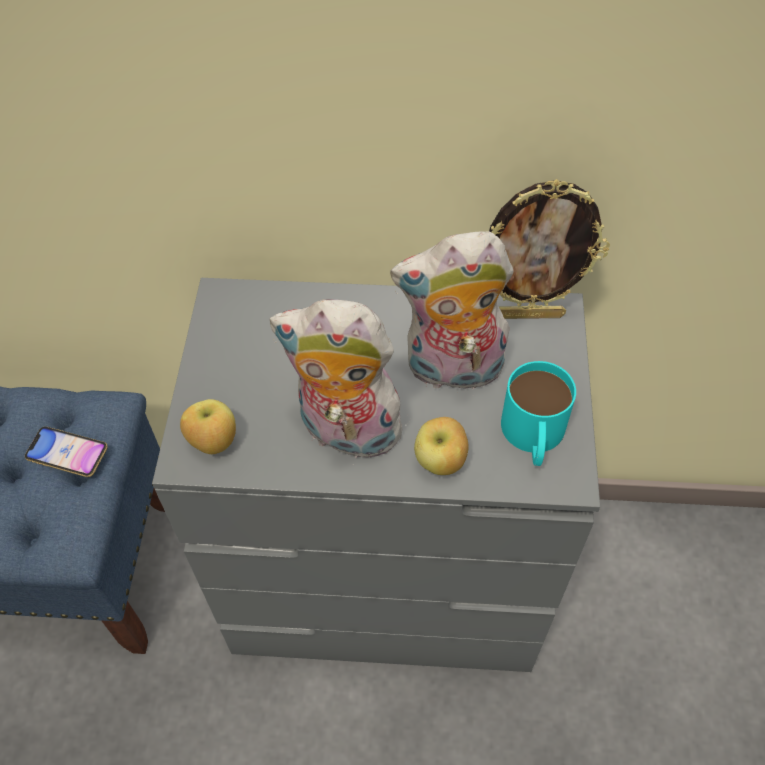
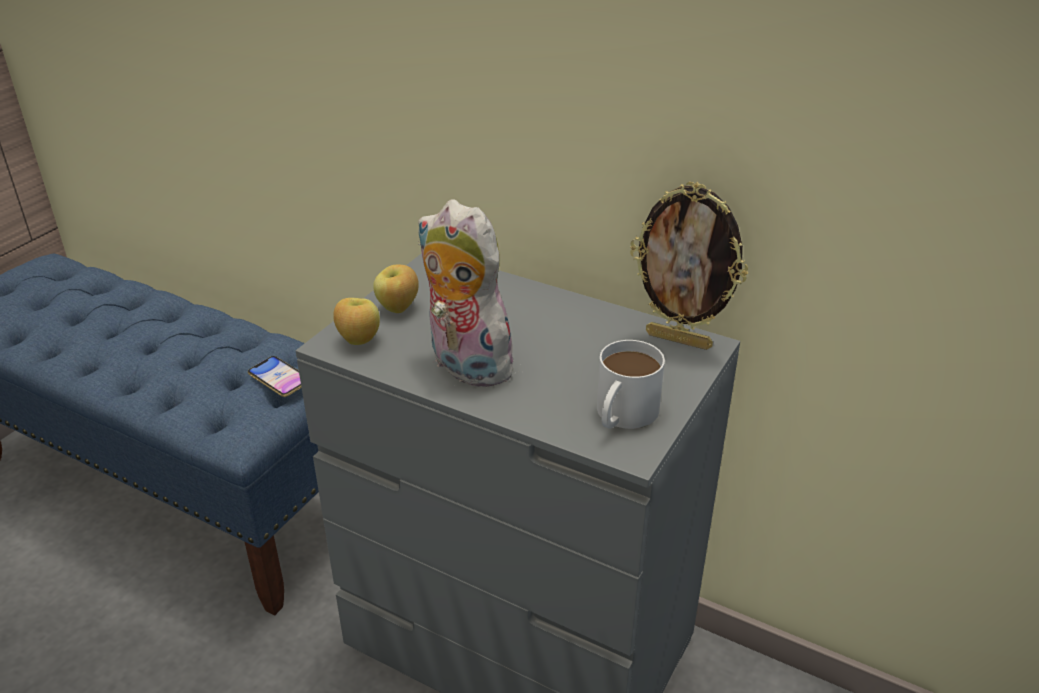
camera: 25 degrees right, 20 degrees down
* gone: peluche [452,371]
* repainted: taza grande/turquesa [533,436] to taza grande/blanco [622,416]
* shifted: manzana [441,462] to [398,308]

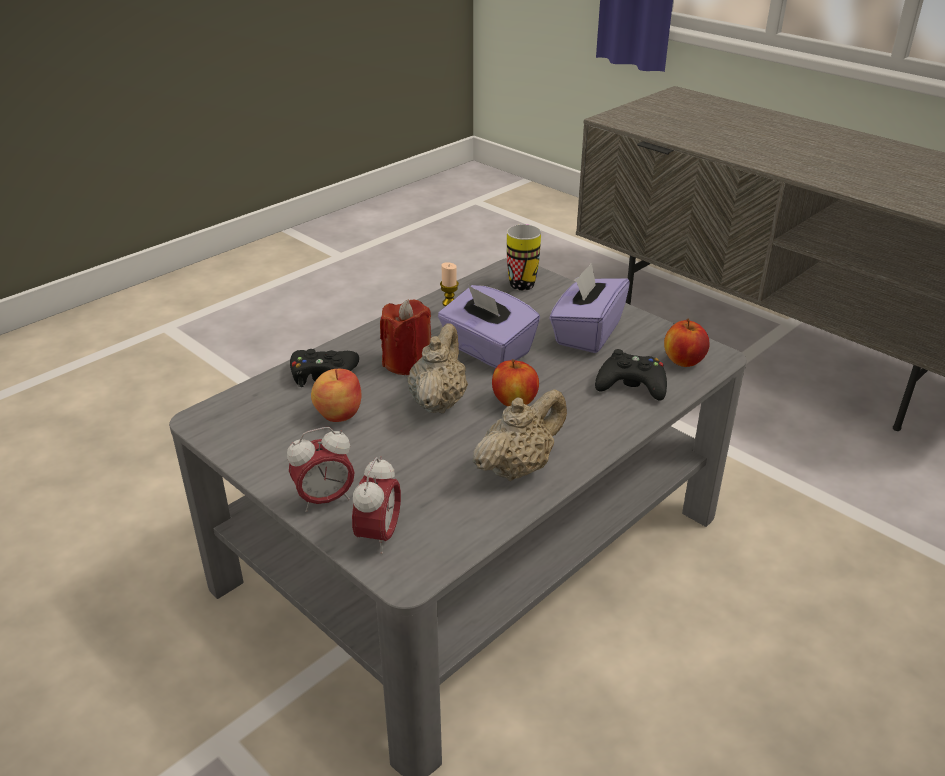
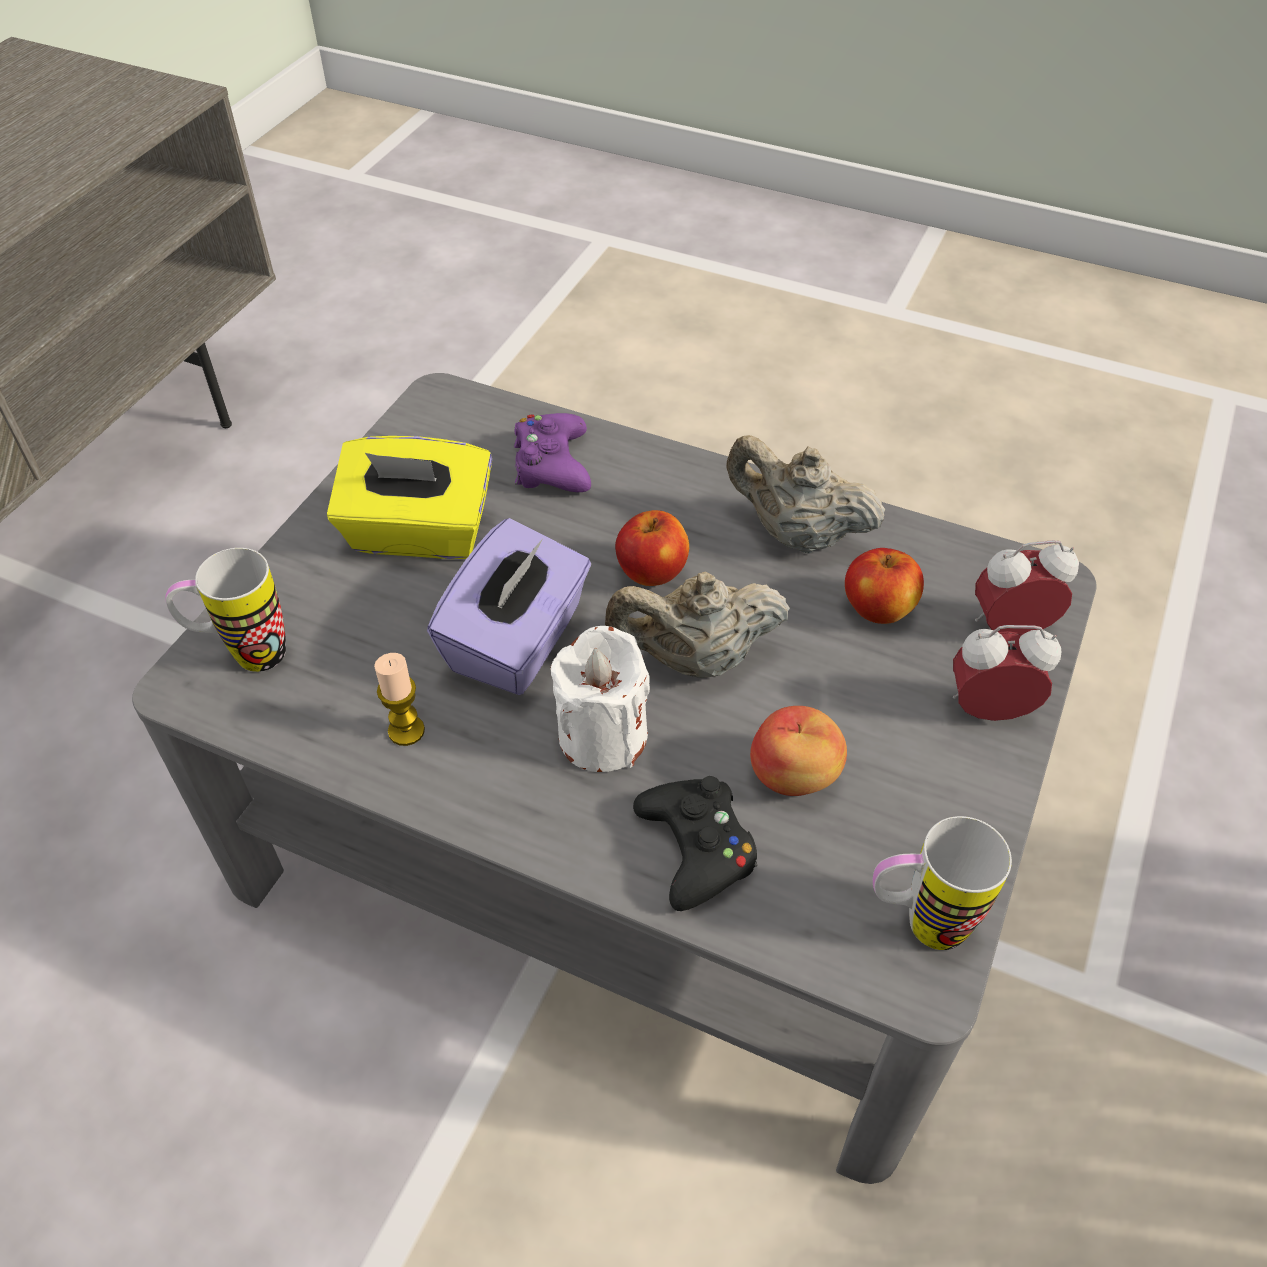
camera: 110 degrees left, 15 degrees up
* repainted: caja de pañuelos/morado [587,333] to caja de pañuelos/amarillo [418,534]
* repainted: vela/rojo [408,363] to vela/blanco [602,735]
* shifted: manzana [683,361] to [878,609]
* repainted: mando de consola/negro [631,385] to mando de consola/morado [552,464]
* rotated: despertador [325,500] = [988,710] 45 degrees counterclockwise
* new: taza grande [918,924]

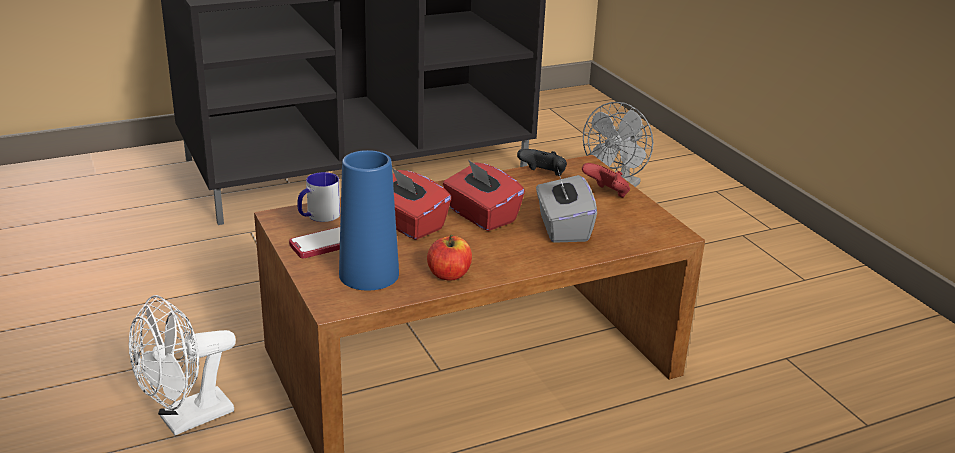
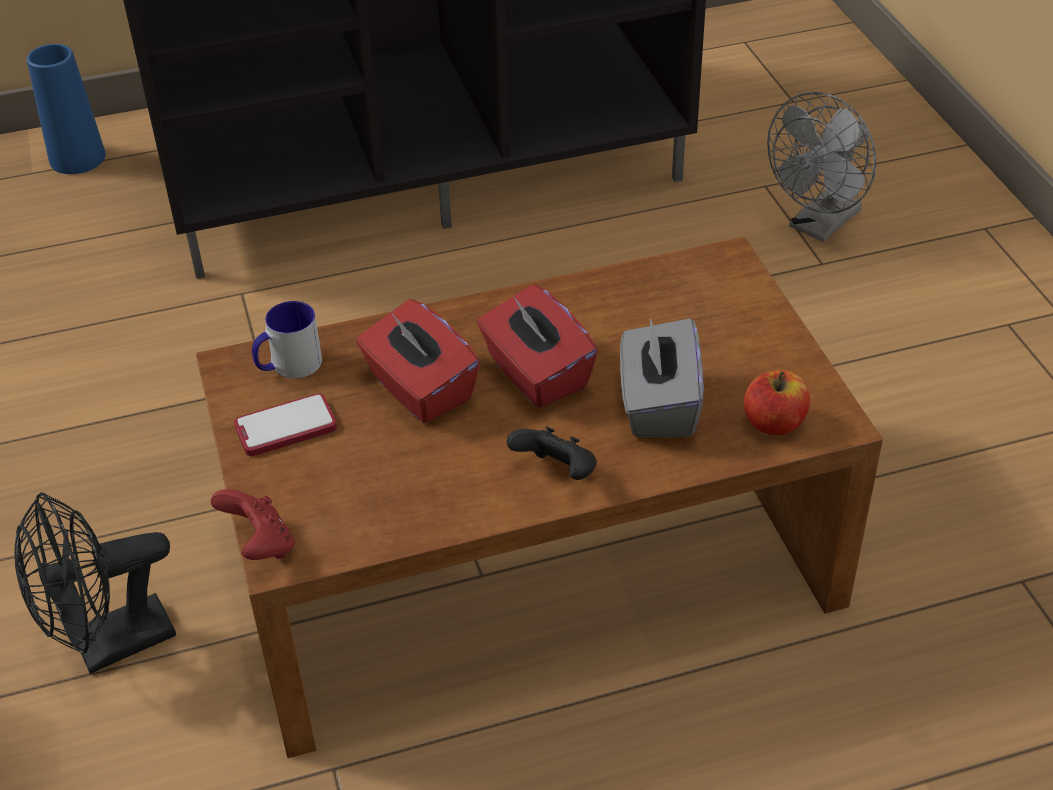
camera: 10 degrees right, 15 degrees up
* shifted: mando de consola/negro [543,175] to [557,473]
* shifted: florero/azul [369,274] to [77,158]
* shifted: mando de consola/rojo [606,194] to [260,545]
* shifted: manzana [449,274] to [774,423]
* repainted: ventilador/blanco [186,420] to ventilador/negro [110,646]

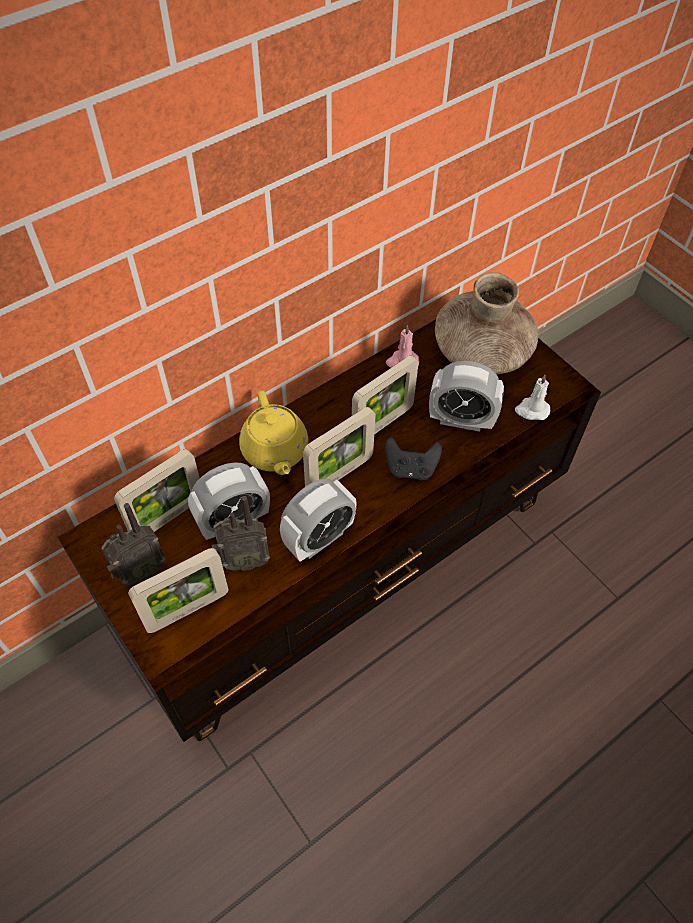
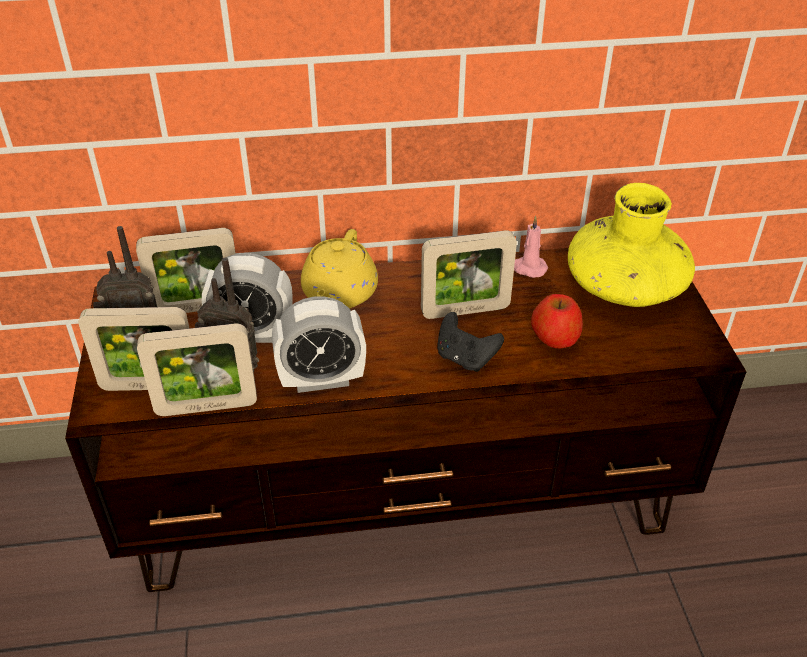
camera: 30 degrees right, 15 degrees down
* repainted: florero/marrón [482,351] to florero/amarillo [624,287]
* swapped: despertador [461,419] to manzana [555,337]
* gone: vela/blanco [531,410]
* shifted: portarretratos [339,474] to [206,407]

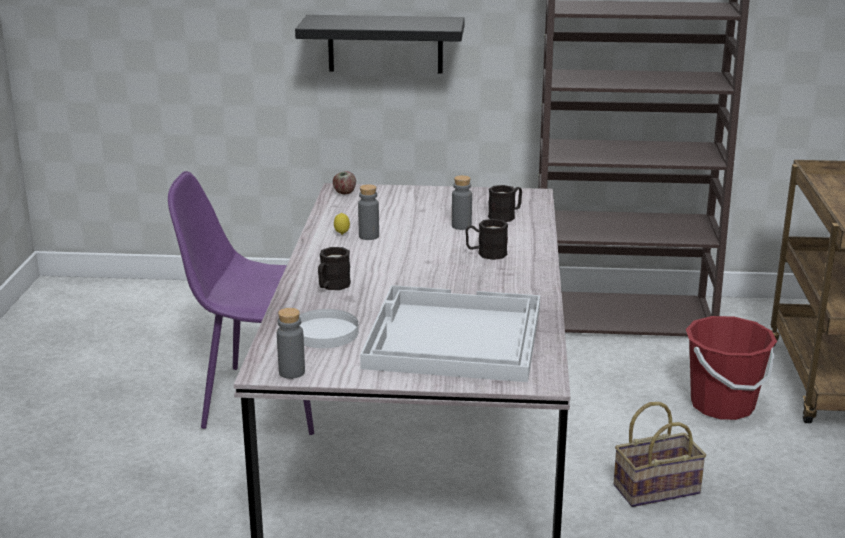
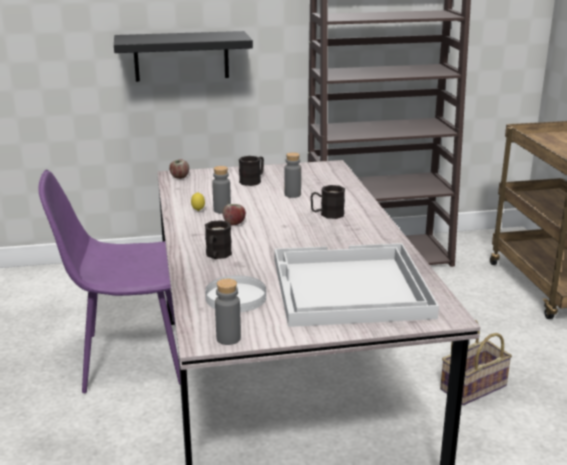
camera: 15 degrees left, 0 degrees up
* shifted: taza grande/negro [506,216] to [253,180]
* gone: cubo/rojo [722,405]
* new: manzana [234,223]

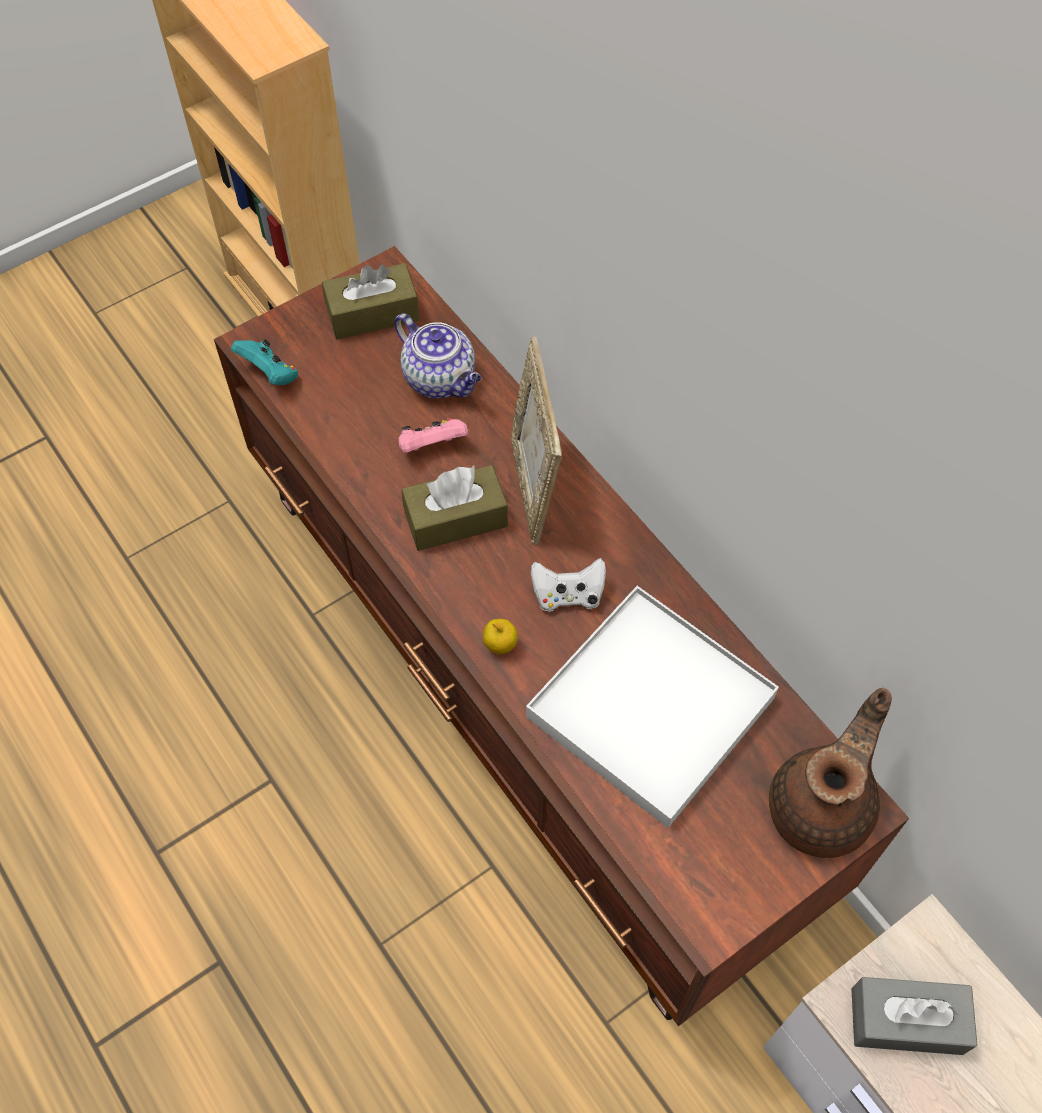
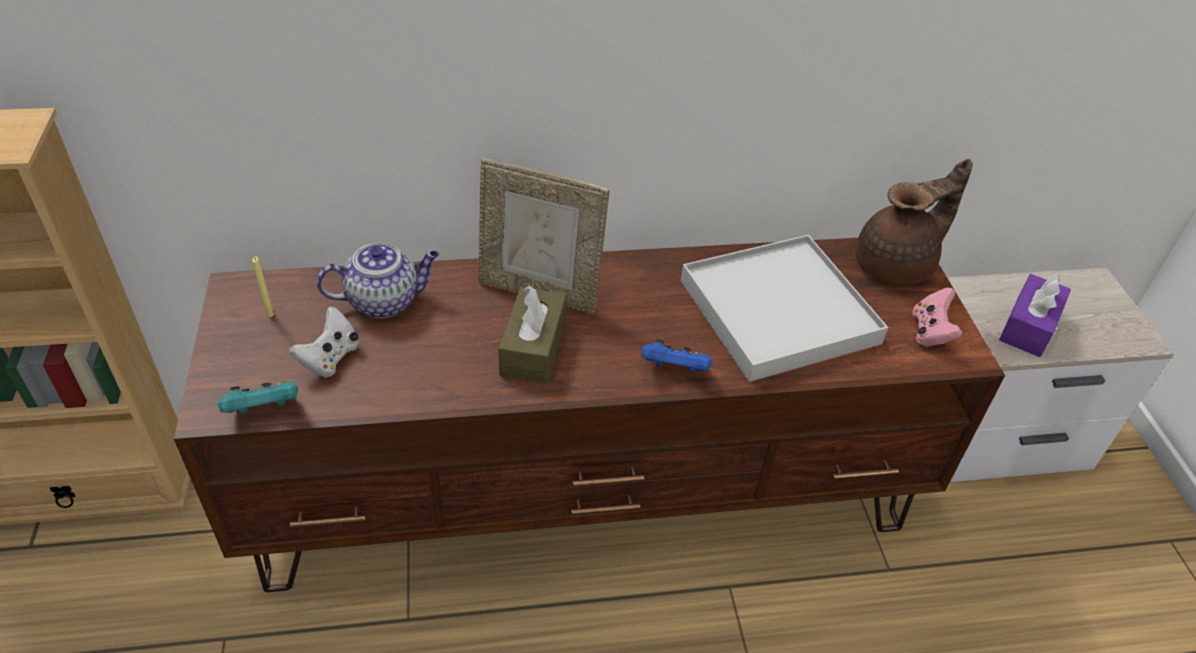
camera: 65 degrees left, 15 degrees down
* swapped: caja de pañuelos/marrón [372,313] to vela/amarillo [270,314]
* shifted: mando de consola/rosa [432,446] to [930,332]
* shifted: mando de consola/blanco [568,595] to [330,358]
* swapped: manzana [500,646] to mando de consola/azul [674,371]
* rotated: tetera/marrón [823,806] = [897,265] 90 degrees clockwise
* repainted: caja de pañuelos/gris [906,1020] to caja de pañuelos/morado [1028,326]

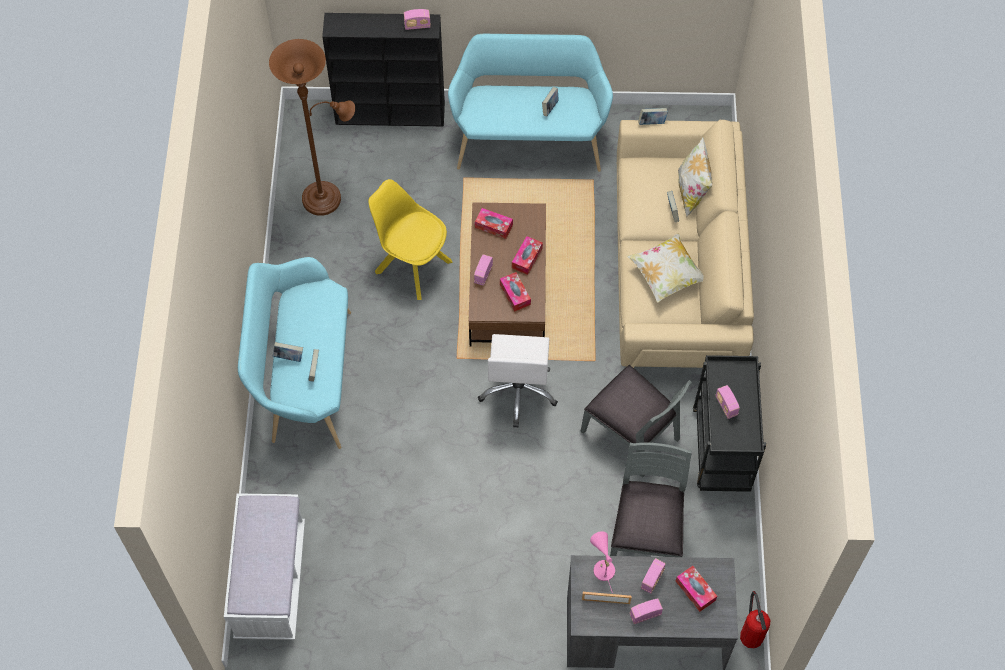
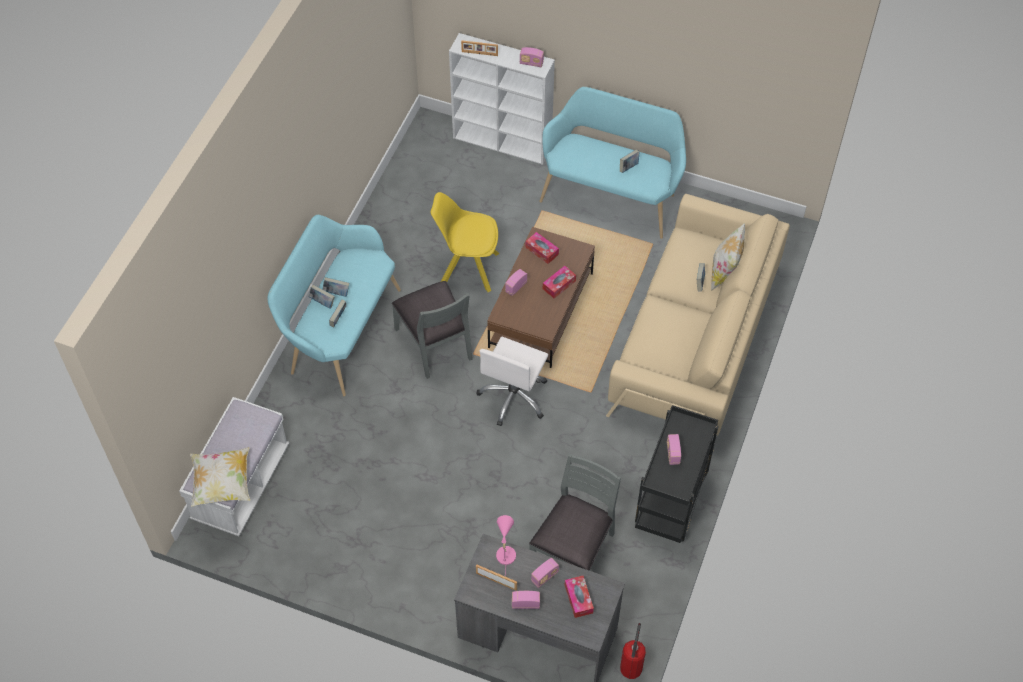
camera: 20 degrees right, 5 degrees down
* repainted: estantería/negro [391,113] to estantería/blanco [503,142]
* gone: lámpara de pie/marrón [326,197]
* shifted: libro [652,123] to [336,293]
* rotated: silla/amarillo [412,265] = [467,268] 45 degrees counterclockwise
* shifted: cojín [666,275] to [222,484]
* gone: caja de pañuelos [515,294]
* shifted: silla/gris [632,434] to [435,343]
* new: portarretratos [479,54]

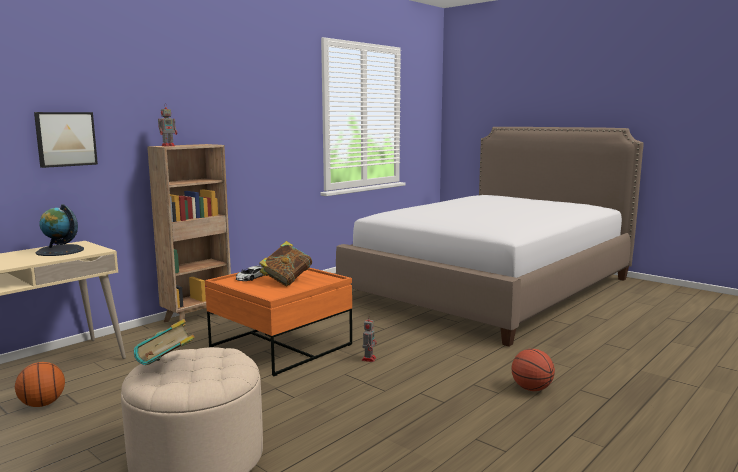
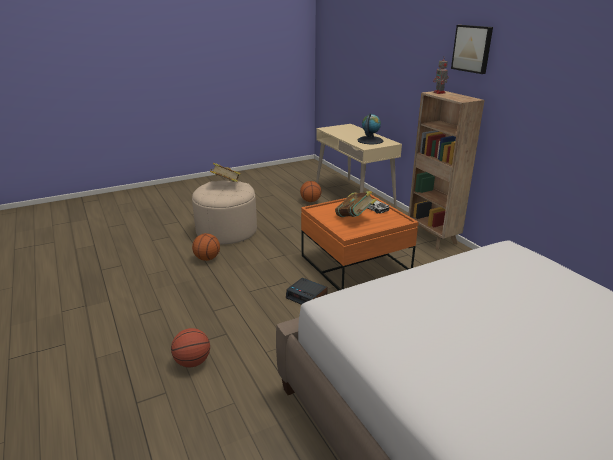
camera: 110 degrees right, 15 degrees up
* shifted: cuadro [65,139] to [472,48]
* swapped: robot de juguete [369,359] to despertador [307,296]
* new: balón de baloncesto [207,258]

